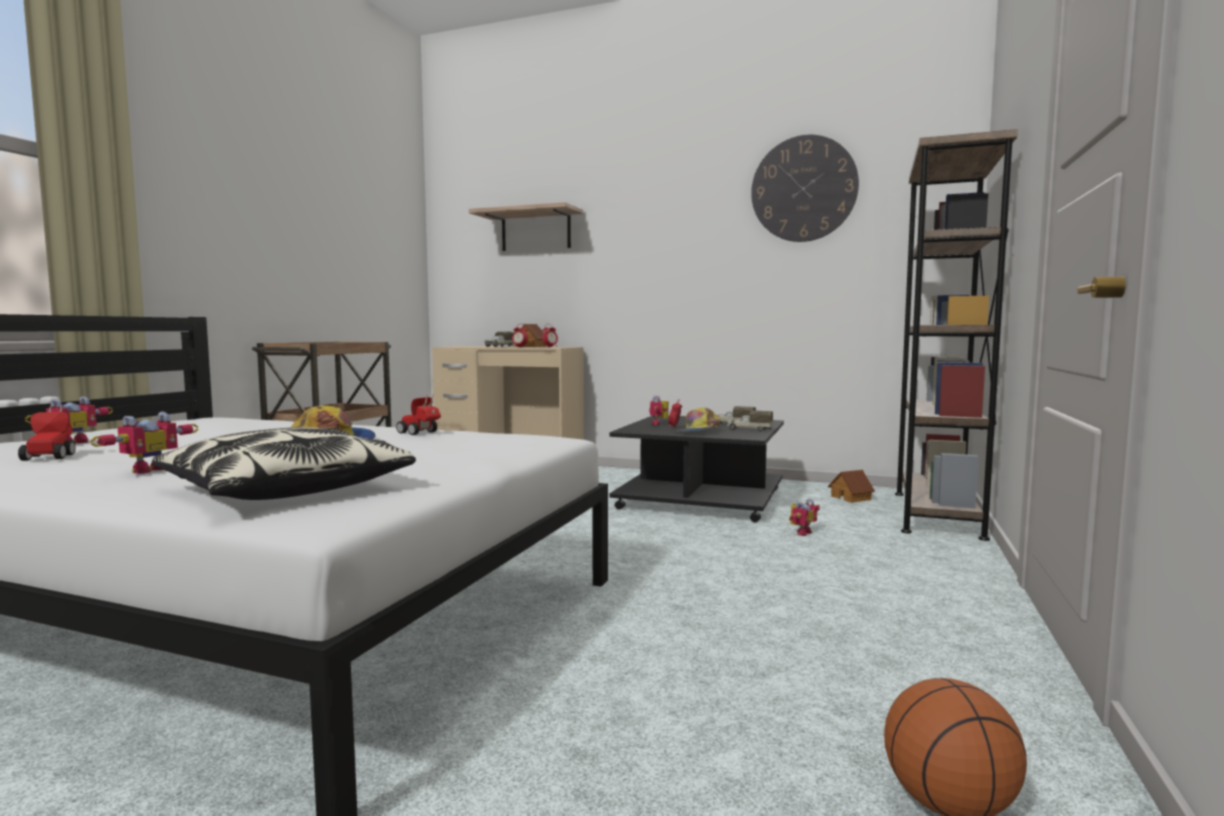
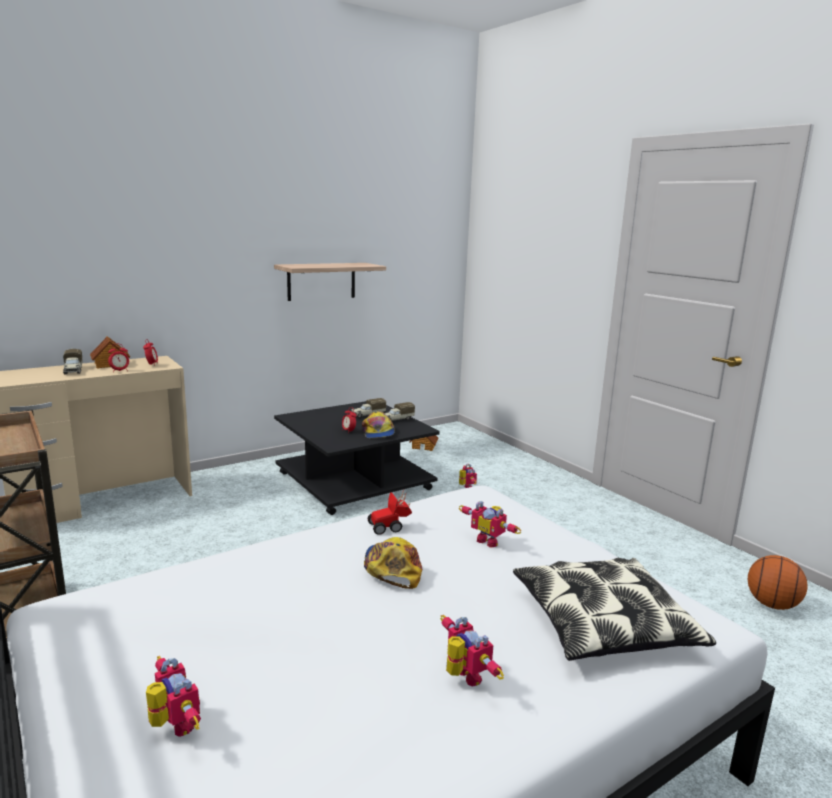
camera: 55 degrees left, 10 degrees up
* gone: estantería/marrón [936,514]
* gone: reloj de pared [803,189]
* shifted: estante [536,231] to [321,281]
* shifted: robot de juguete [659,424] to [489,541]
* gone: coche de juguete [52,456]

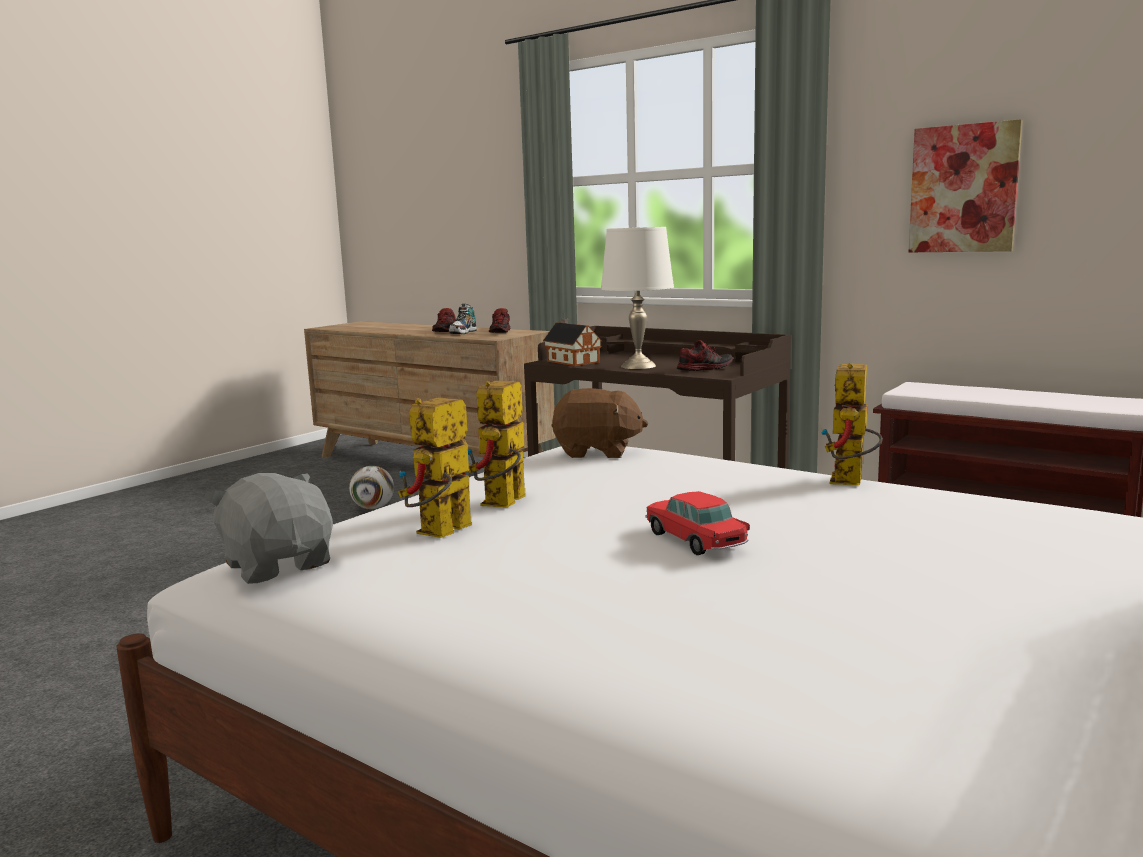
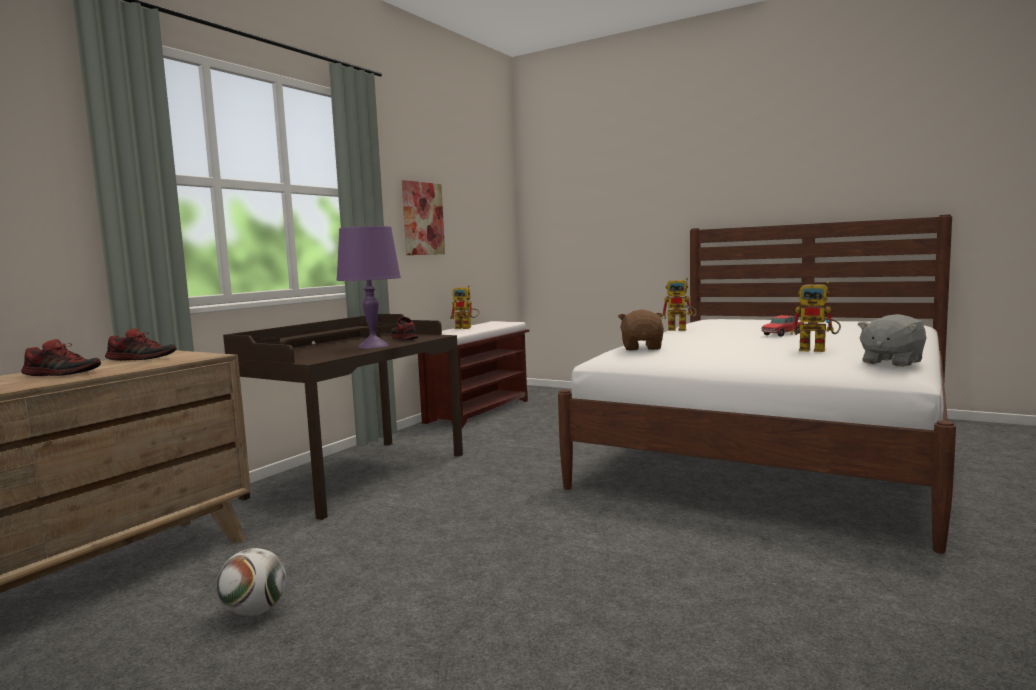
camera: 95 degrees left, 5 degrees down
* repainted: lámpara de mesa/blanco [638,366] to lámpara de mesa/morado [373,346]
* gone: zapato [463,332]
* gone: casita [572,361]
* shifted: robot de juguete [503,504] to [467,328]

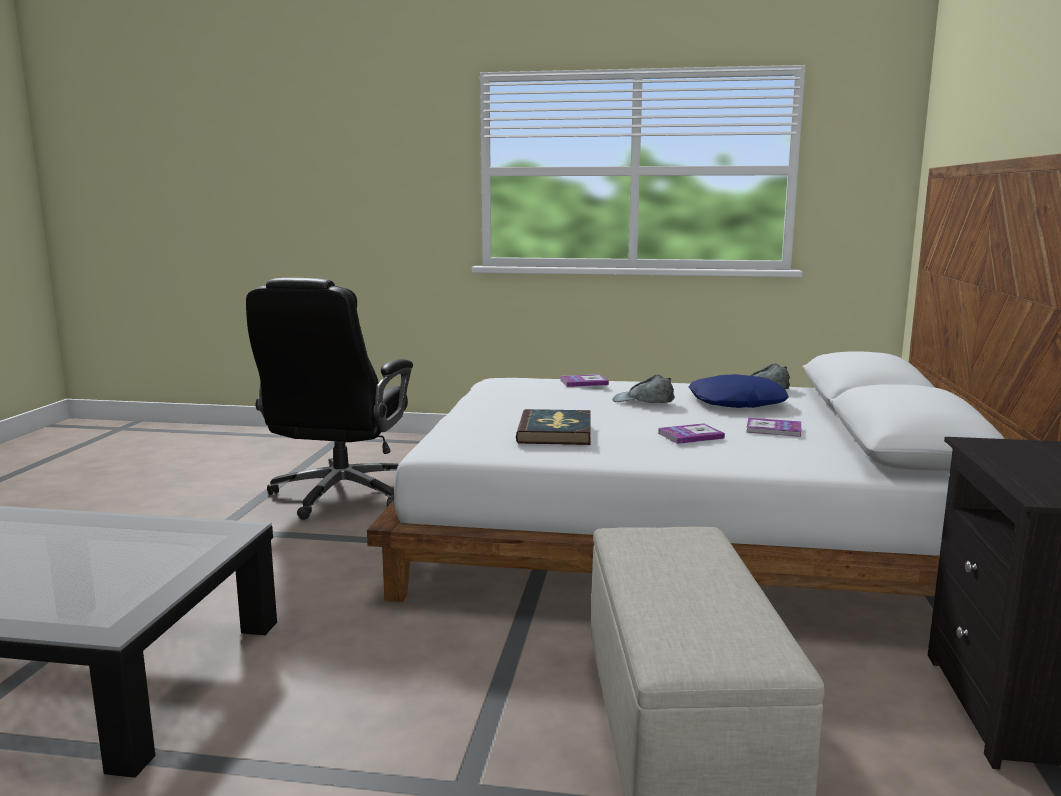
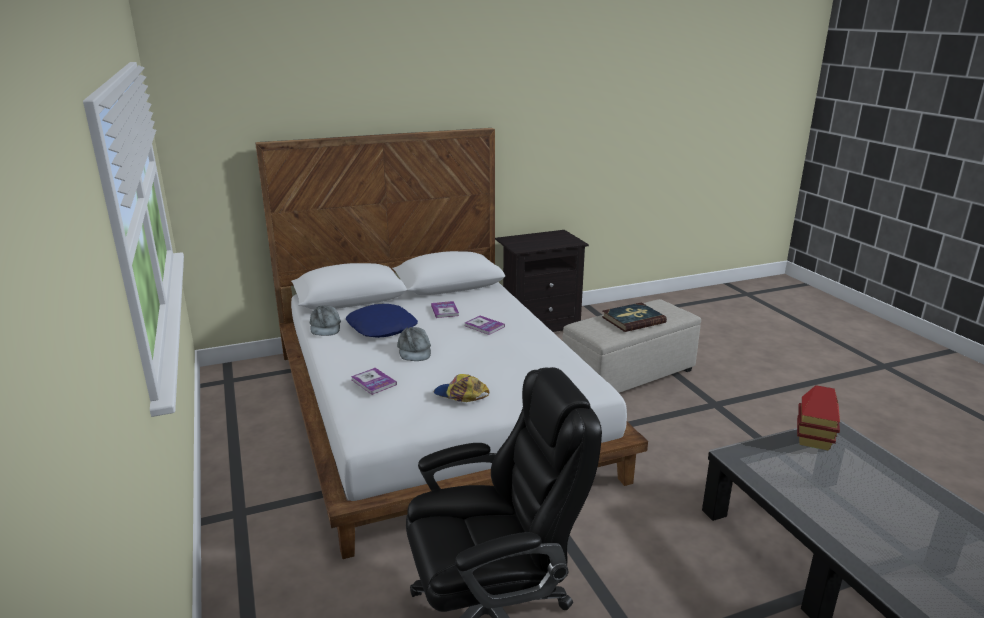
camera: 120 degrees left, 10 degrees up
* shifted: libro [555,432] to [633,320]
* new: gorra [460,395]
* new: casita [813,439]

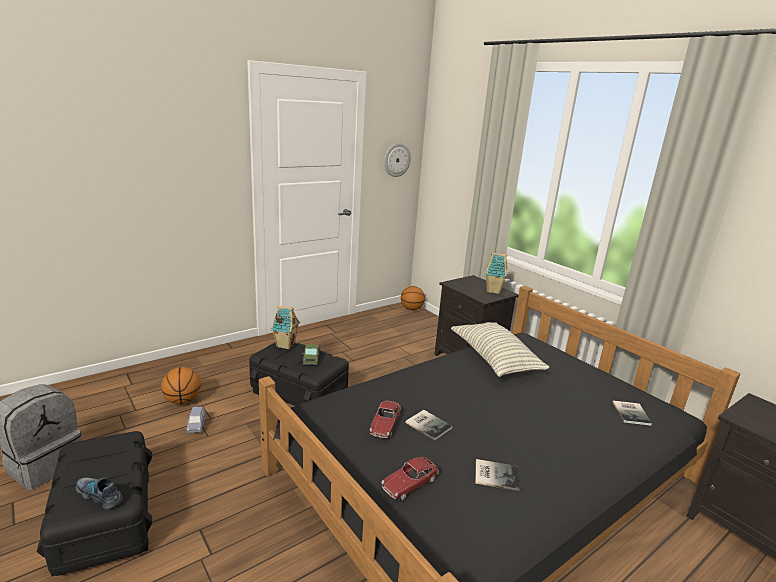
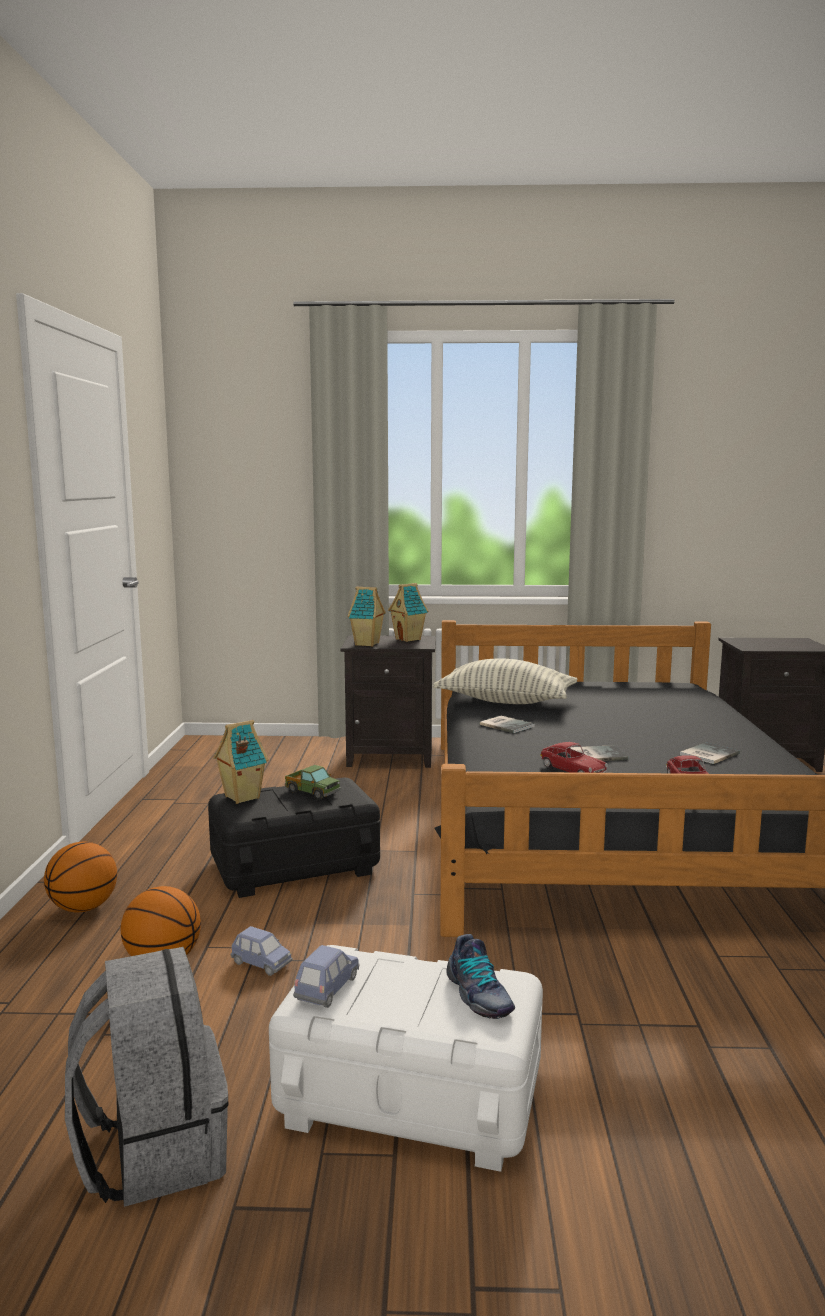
camera: 50 degrees left, 10 degrees down
* gone: reloj de pared [396,160]
* shifted: balón de baloncesto [411,309] to [84,908]
* shifted: libro [632,413] to [506,725]
* repainted: caja de almacenaje/negro [105,519] to caja de almacenaje/blanco [409,1095]
* rotated: zapato [100,496] = [478,995] 90 degrees counterclockwise
* new: casita [367,644]
* new: coche de juguete/azul [327,989]

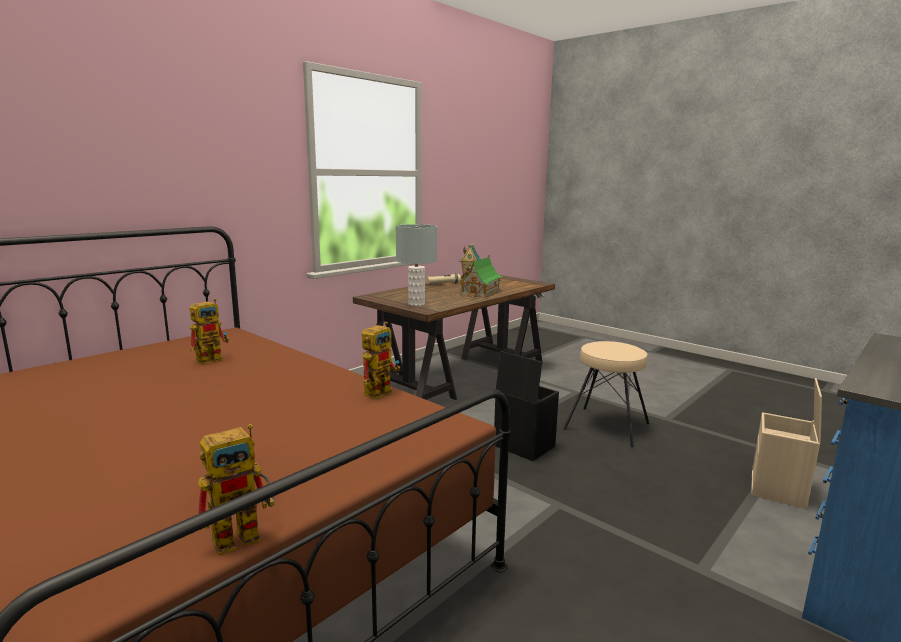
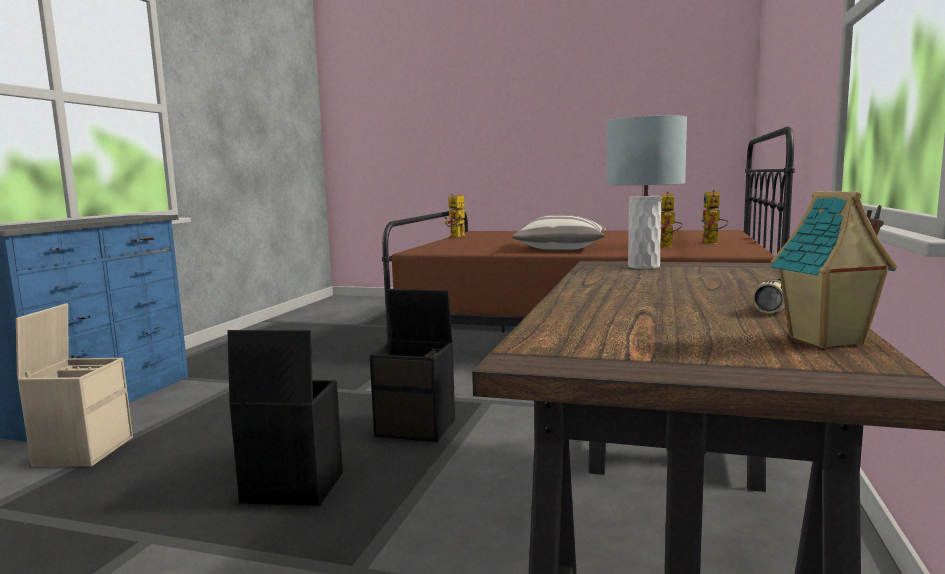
camera: 155 degrees right, 5 degrees down
* gone: casita [480,292]
* shifted: robot de juguete [380,391] to [712,243]
* swapped: taburete/beis [606,425] to caja de almacenaje/negro [291,488]
* new: cojín [561,248]

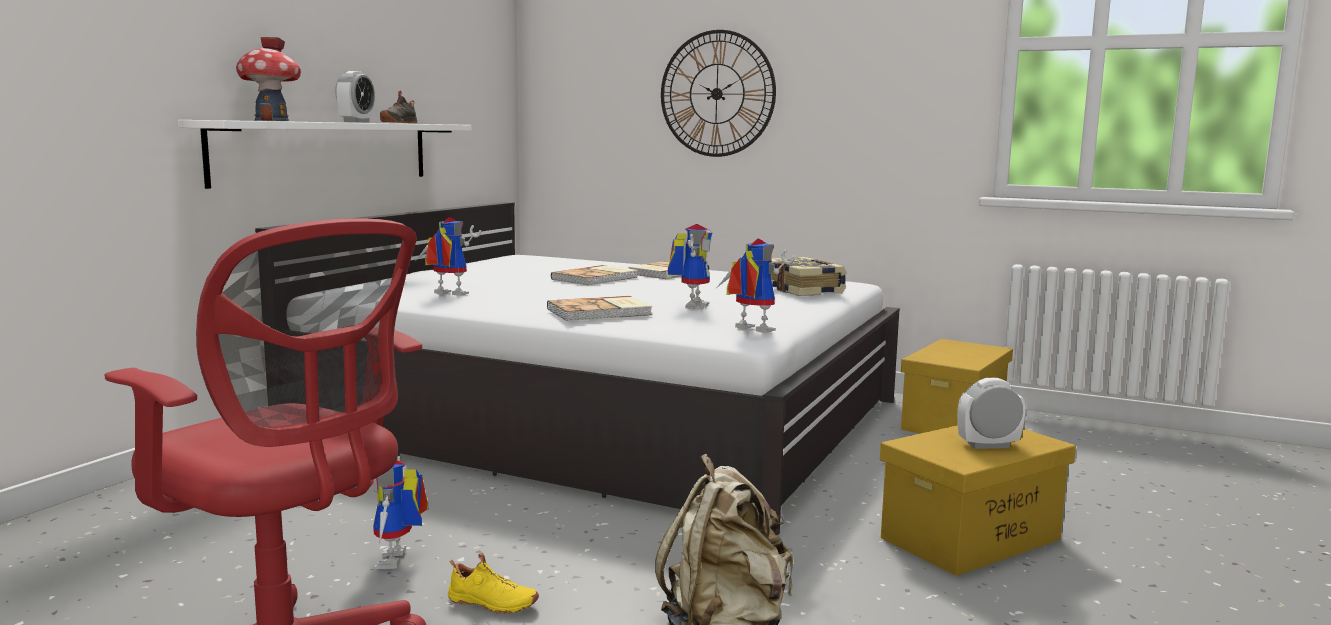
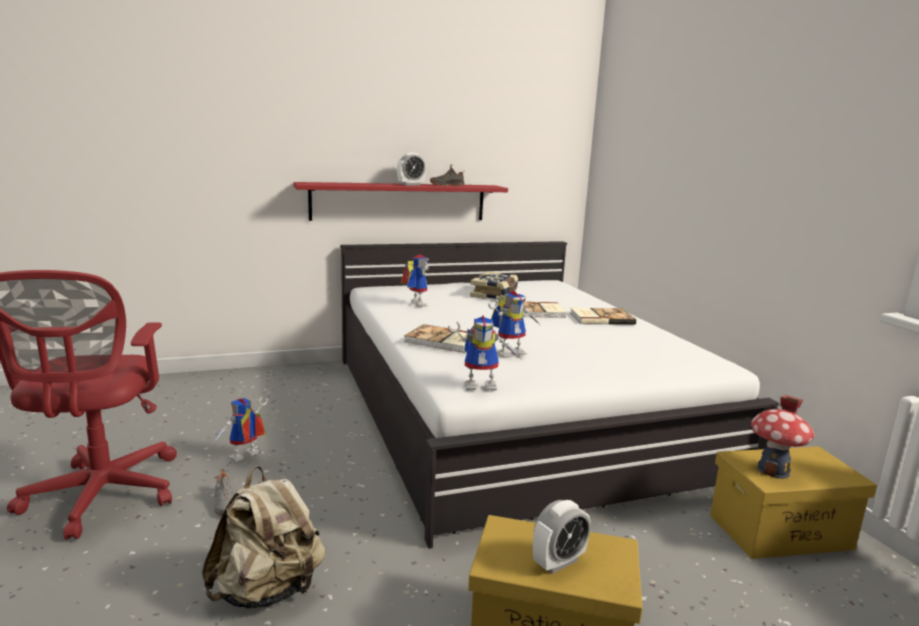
camera: 45 degrees right, 5 degrees up
* gone: reloj de pared [717,94]
* shifted: casita [272,120] to [773,470]
* repainted: estante/blanco [326,152] to estante/rojo [399,202]
* rotated: robot de juguete [748,330] = [482,385] 90 degrees clockwise
* shifted: libro [804,290] to [495,295]
* rotated: despertador [988,445] = [558,562] 105 degrees clockwise
* repainted: zapato/amarillo [491,604] to zapato/gris [224,504]

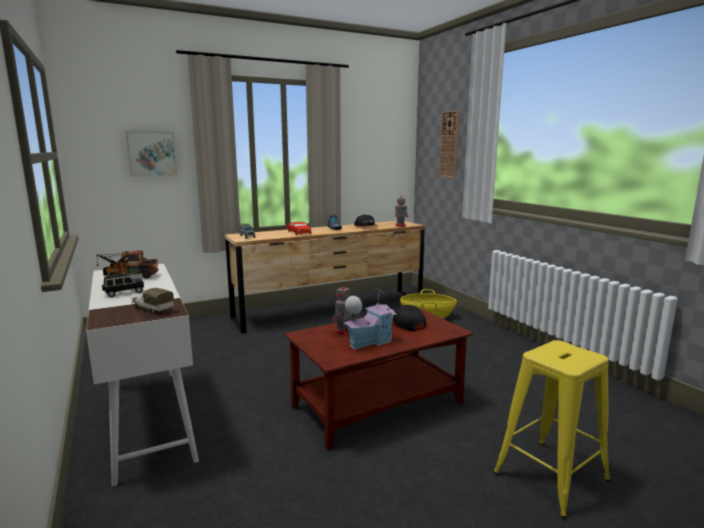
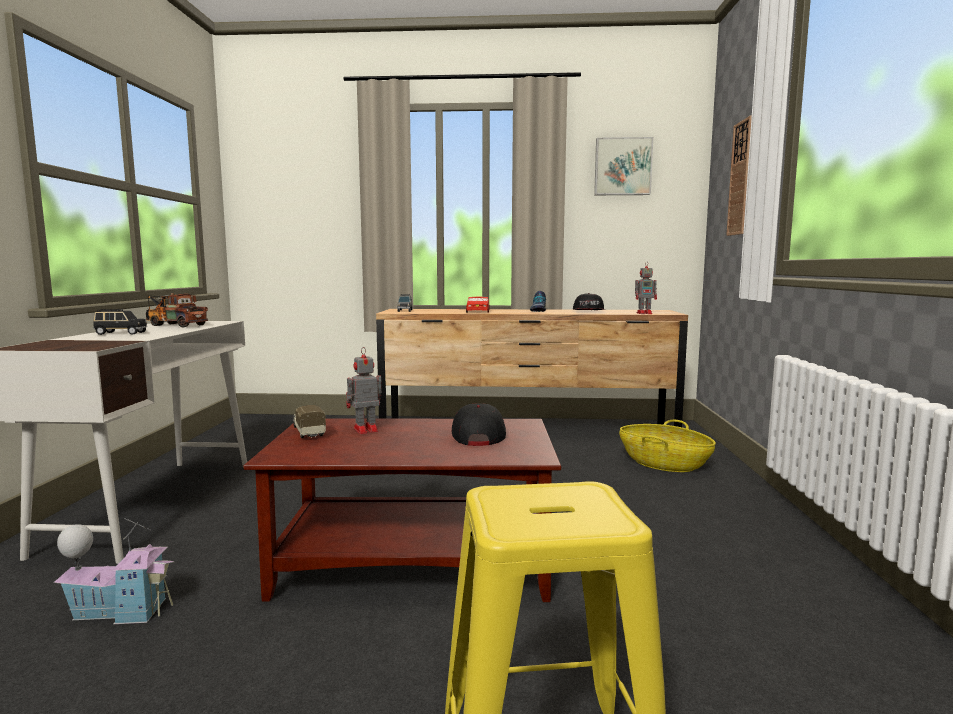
camera: 30 degrees right, 5 degrees down
* shifted: cuadro [151,154] to [622,167]
* shifted: camión de juguete [152,308] to [308,431]
* shifted: casita [369,342] to [122,611]

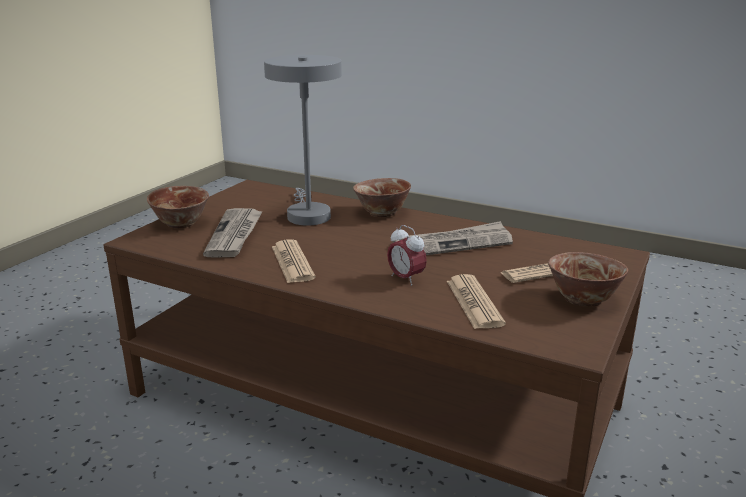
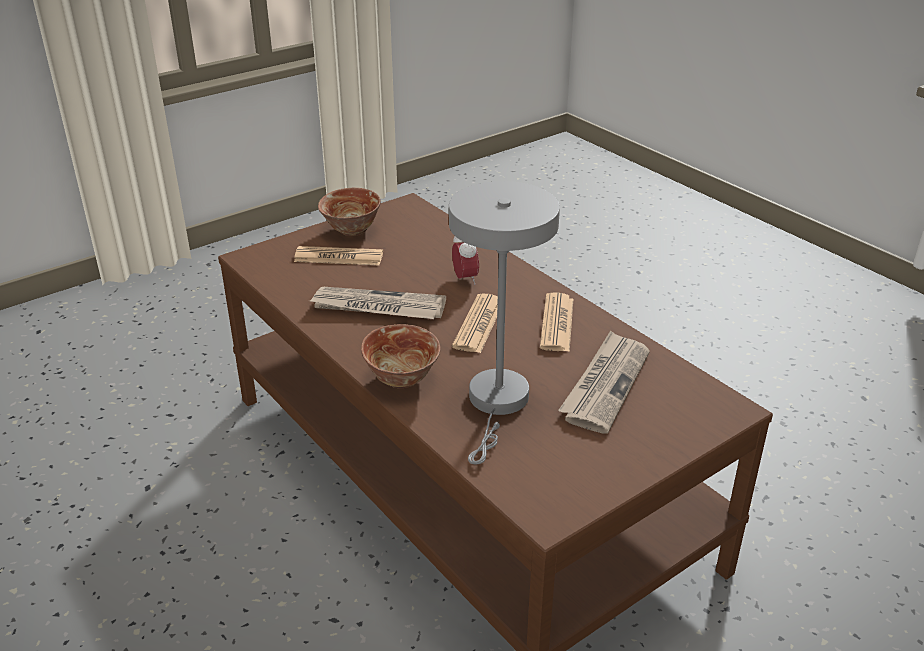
camera: 155 degrees left, 10 degrees up
* gone: cuenco [181,224]
* shifted: periódico [474,302] to [479,324]

